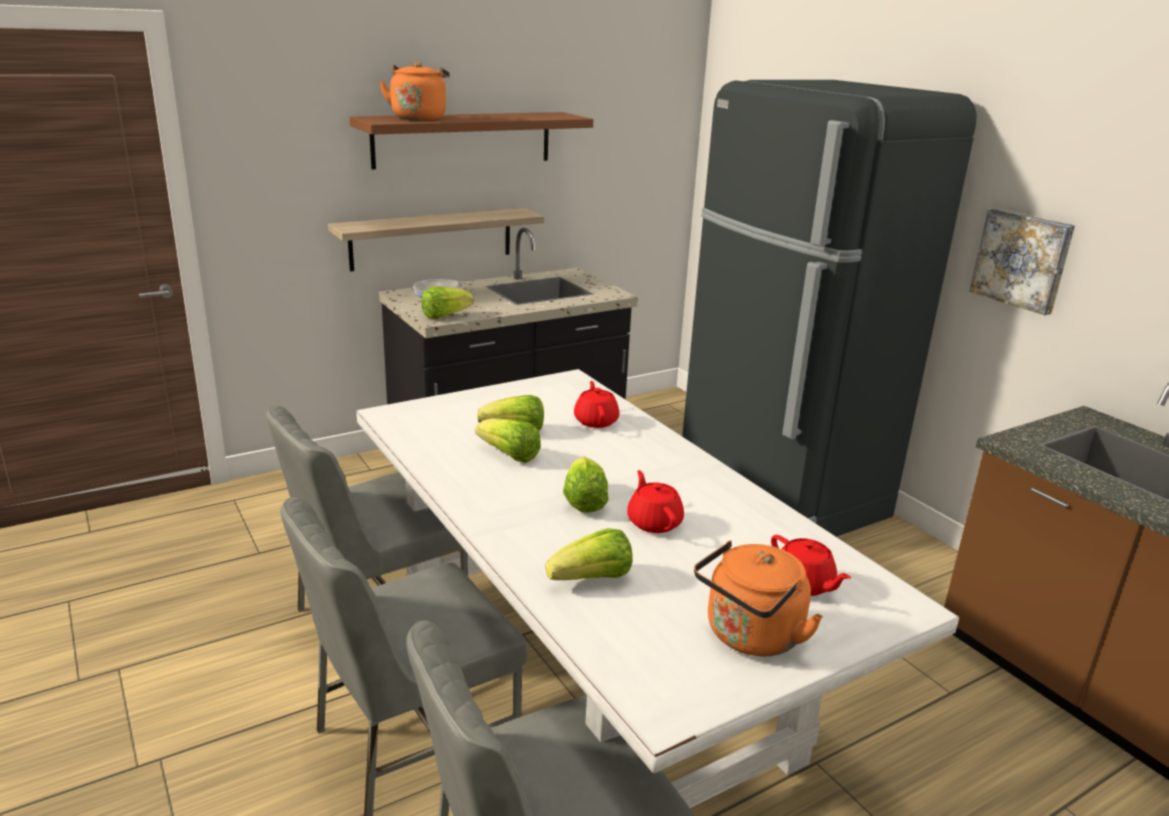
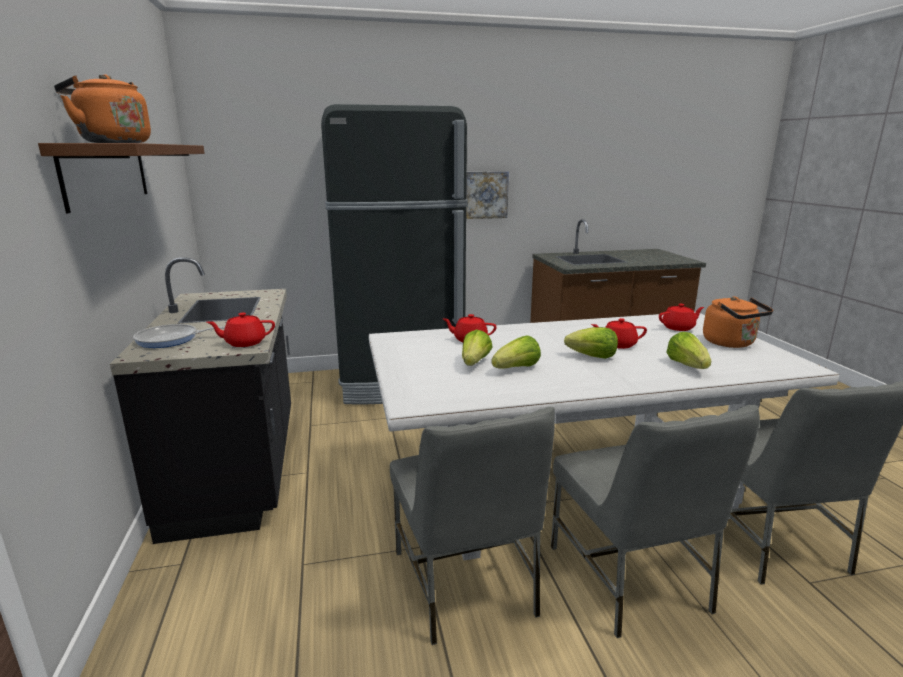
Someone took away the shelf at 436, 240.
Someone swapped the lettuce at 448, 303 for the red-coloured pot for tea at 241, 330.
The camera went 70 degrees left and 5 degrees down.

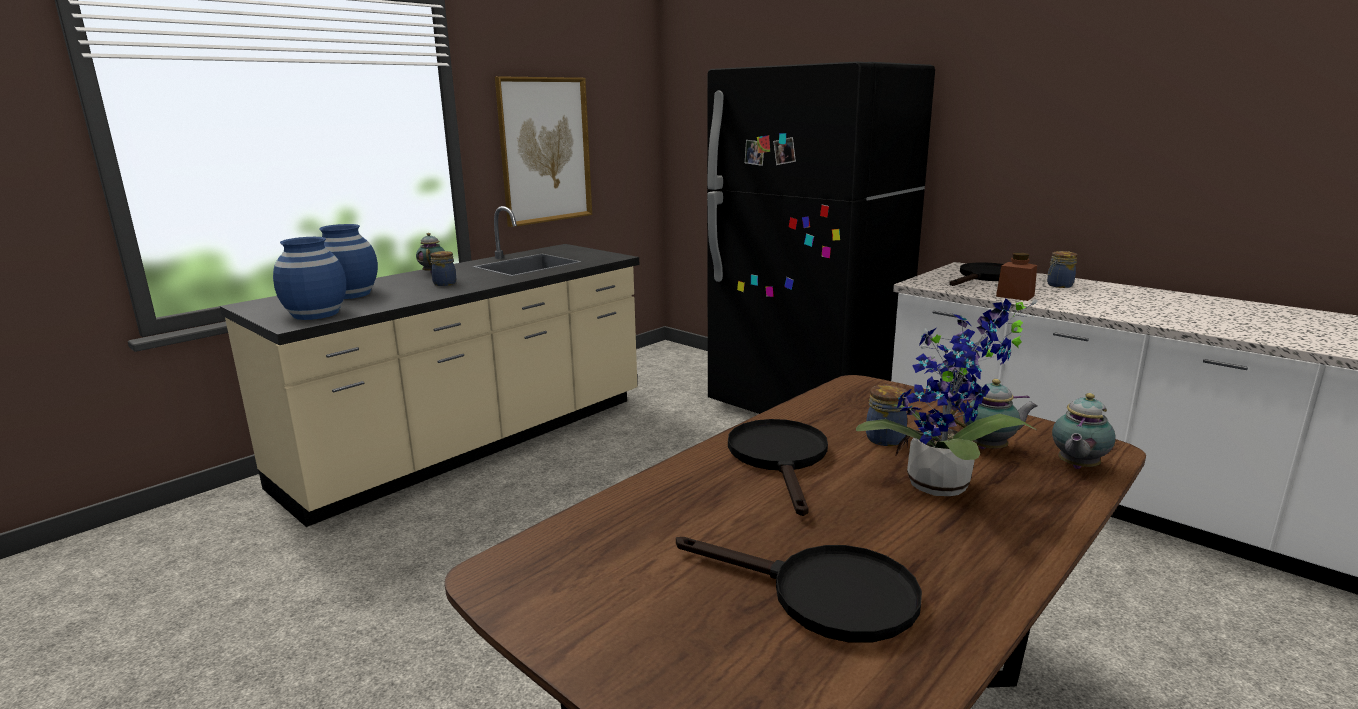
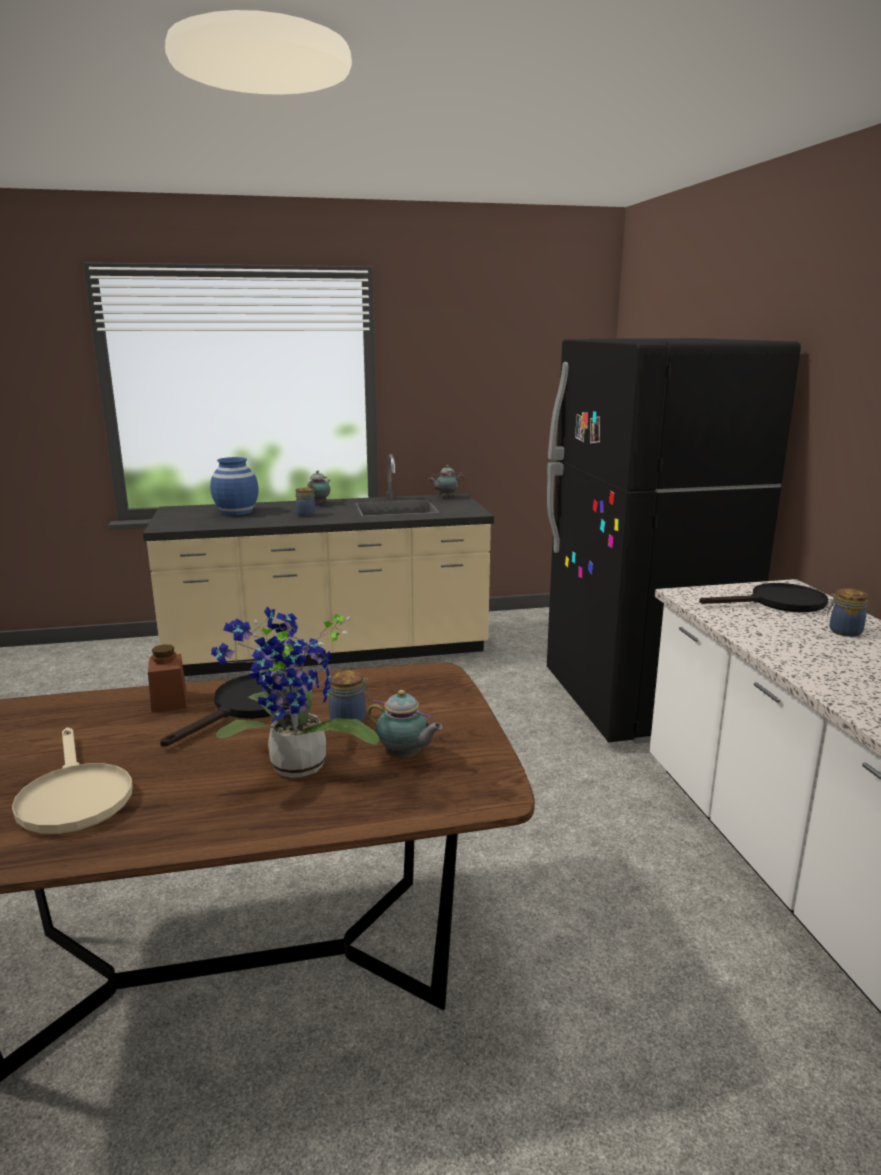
Someone took away the blue-coloured vase at 309, 278.
Someone took away the picture at 543, 151.
Someone carried the brownish preserve jar from 1016, 277 to 167, 678.
Someone carried the pot for tea from 1084, 431 to 447, 481.
Someone repainted the blackish pan at 799, 590, which became the sand-coloured pan at 72, 781.
The camera went 35 degrees right and 0 degrees up.

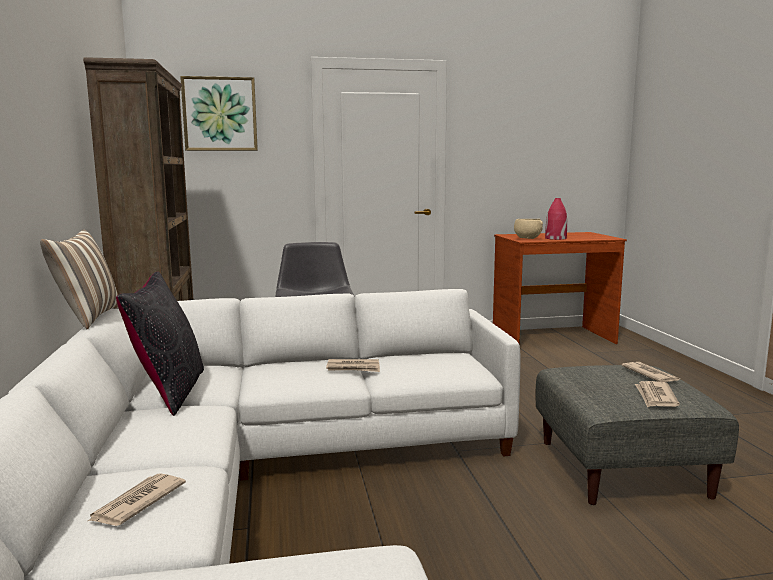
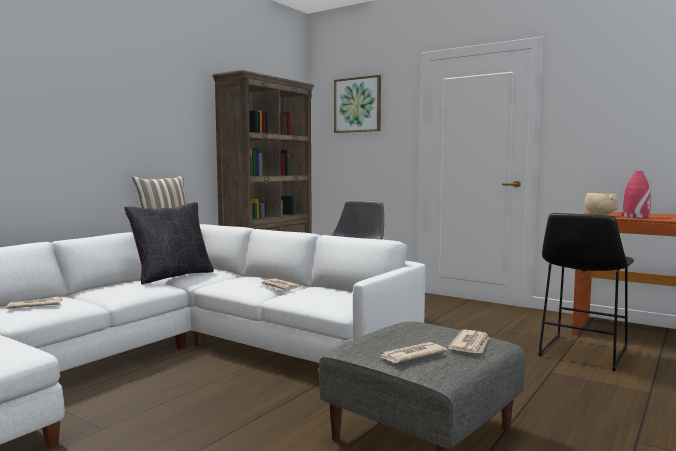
Someone put down the blackish stool seat at 586, 292.
The camera went 45 degrees right and 5 degrees down.

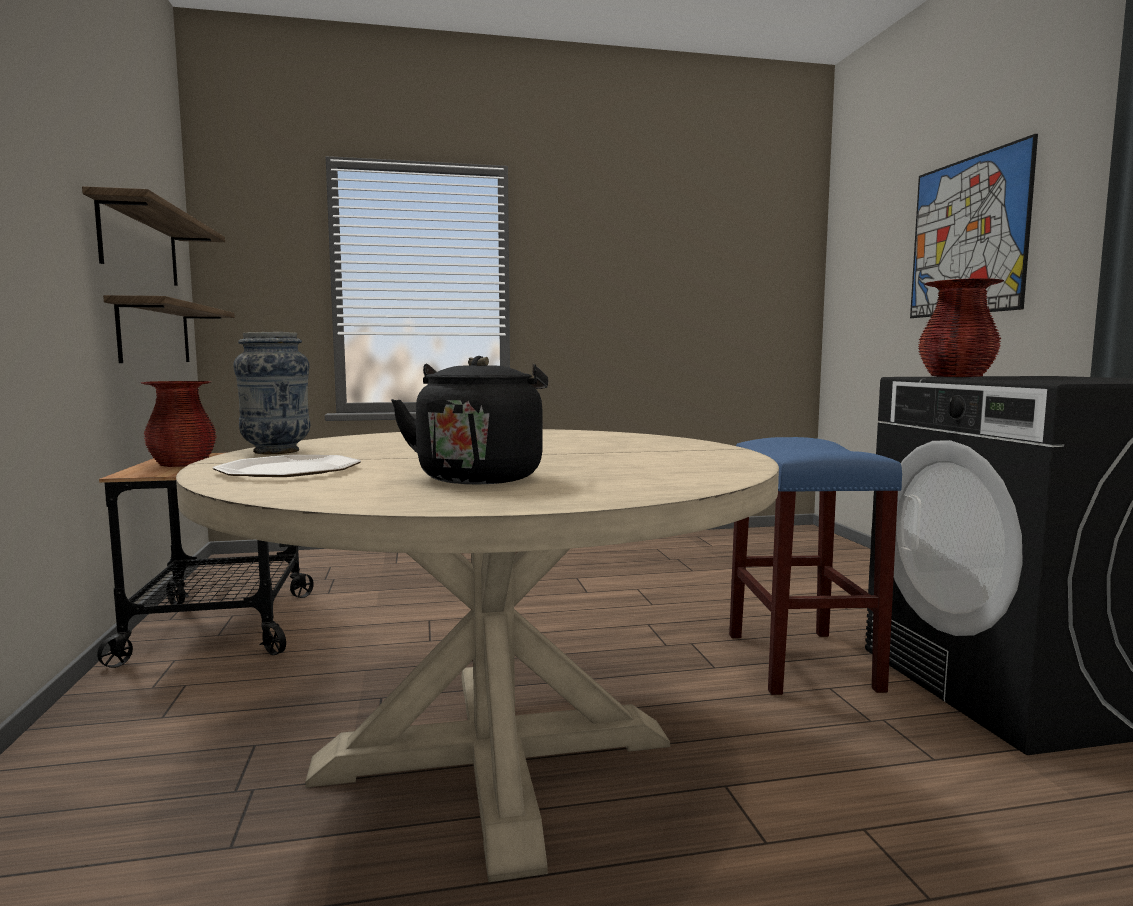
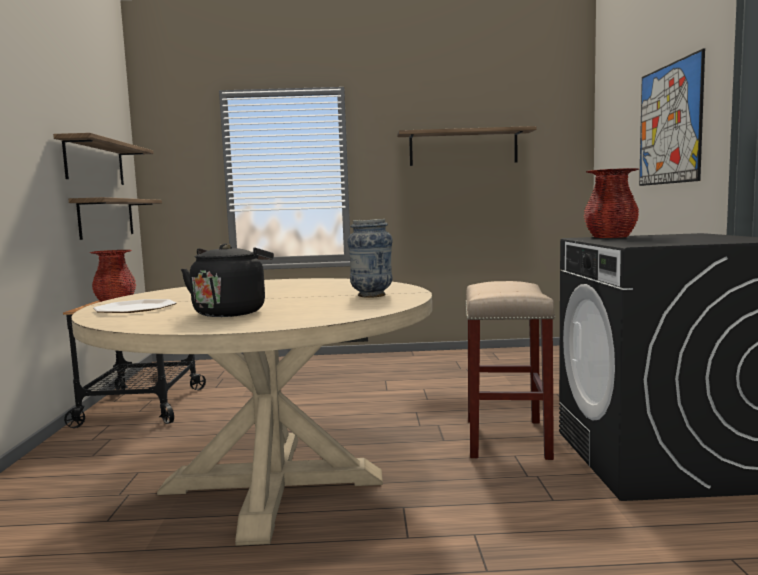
Someone put up the shelf at 467, 146.
Someone carried the vase from 271, 393 to 370, 258.
Someone repainted the blue-coloured stool seat at 815, 566, which became the sand-coloured stool seat at 510, 370.
The camera went 10 degrees right and 0 degrees up.

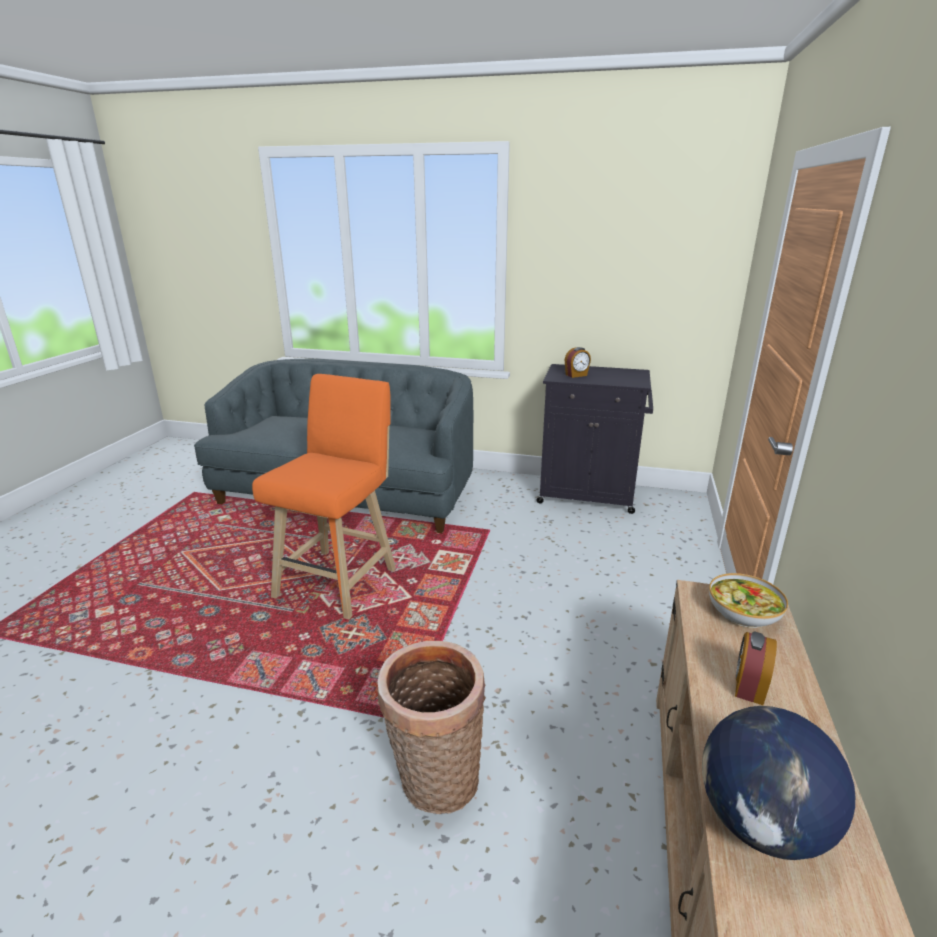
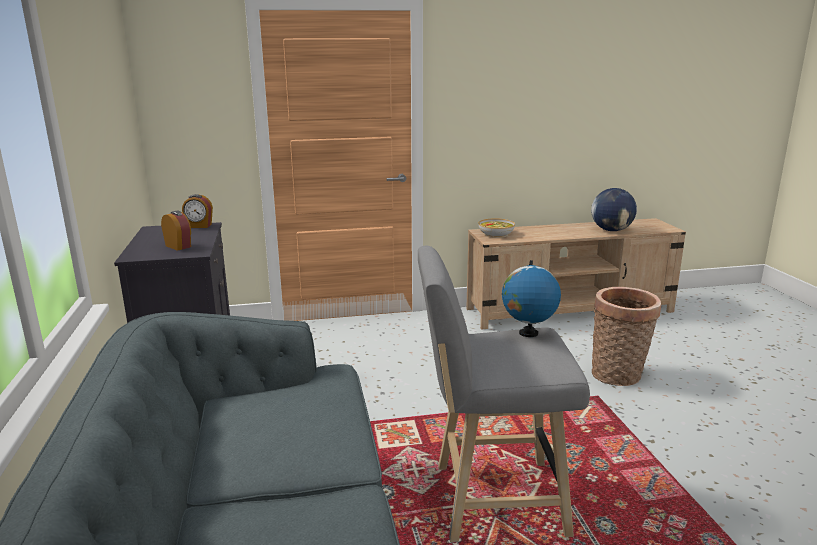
Someone put down the desk globe at 531, 298.
Someone carried the table clock from 756, 668 to 197, 211.
Someone repainted the orange stool seat at 324, 496, which became the greyish stool seat at 504, 393.
The camera went 115 degrees left and 5 degrees down.

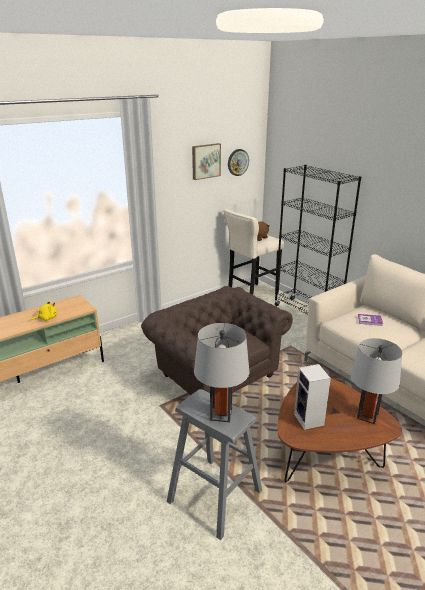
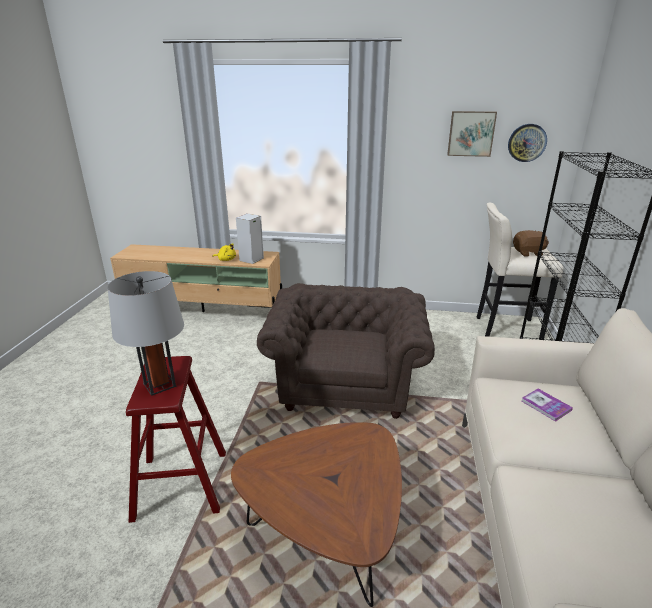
Someone took away the greyish lamp for a table at 376, 381.
Someone carried the audio speaker from 312, 397 to 250, 238.
Someone repainted the greyish stool seat at 214, 464, which became the red-coloured stool seat at 176, 439.
The camera went 45 degrees right and 0 degrees up.

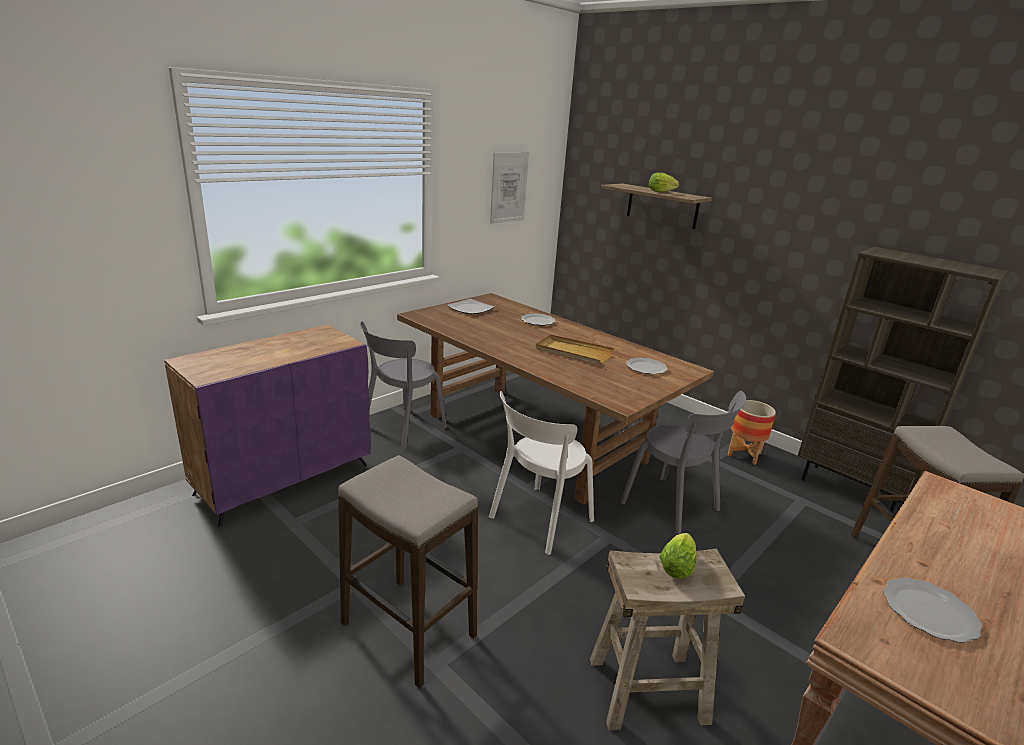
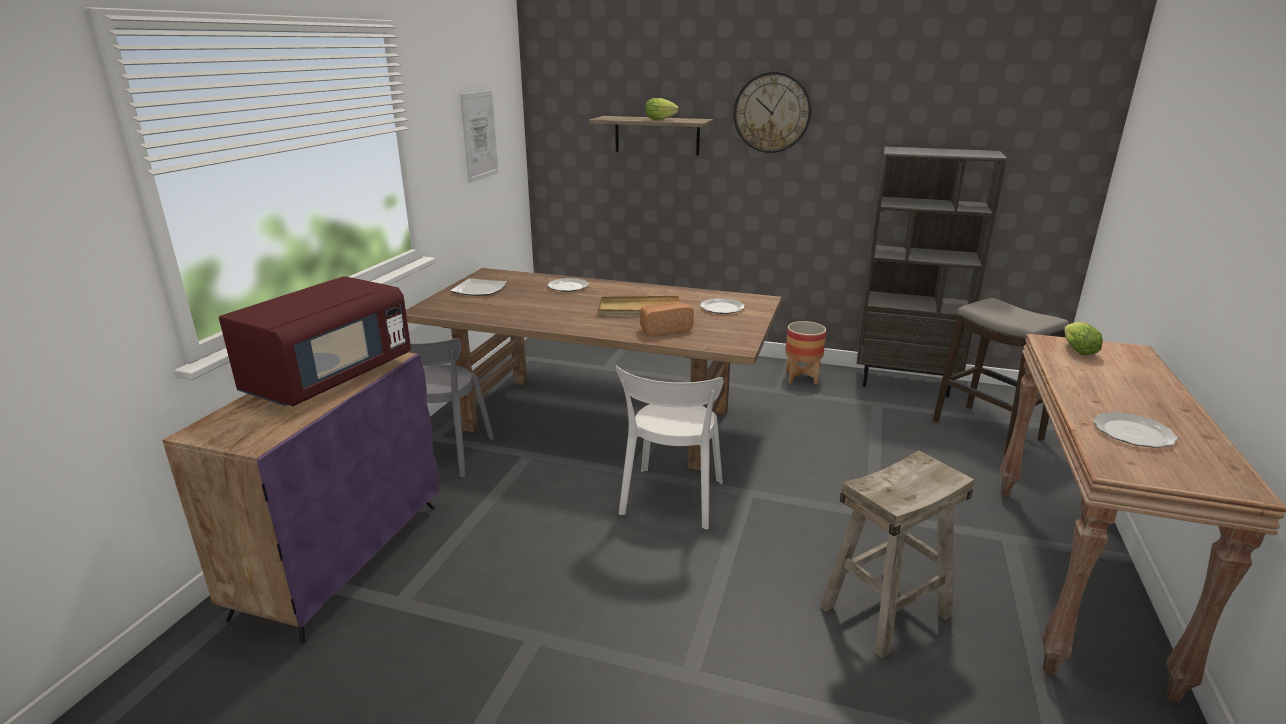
Someone took away the stool seat at 408, 571.
Someone took away the greyish chair at 683, 463.
Someone put down the red-coloured microwave at 315, 341.
Someone put down the bakery bread at 667, 319.
Someone put up the clock on the wall at 772, 112.
Someone carried the lettuce from 678, 556 to 1083, 338.
The camera went 25 degrees left and 0 degrees up.

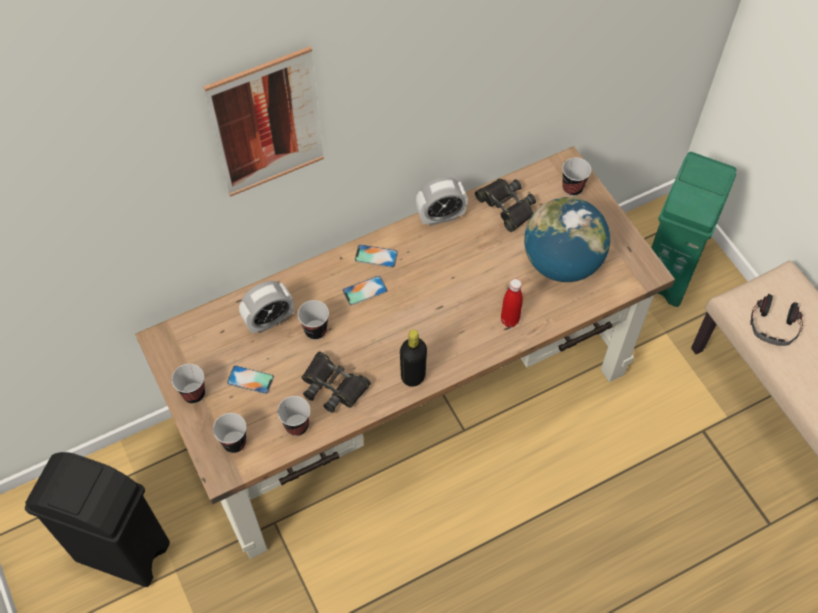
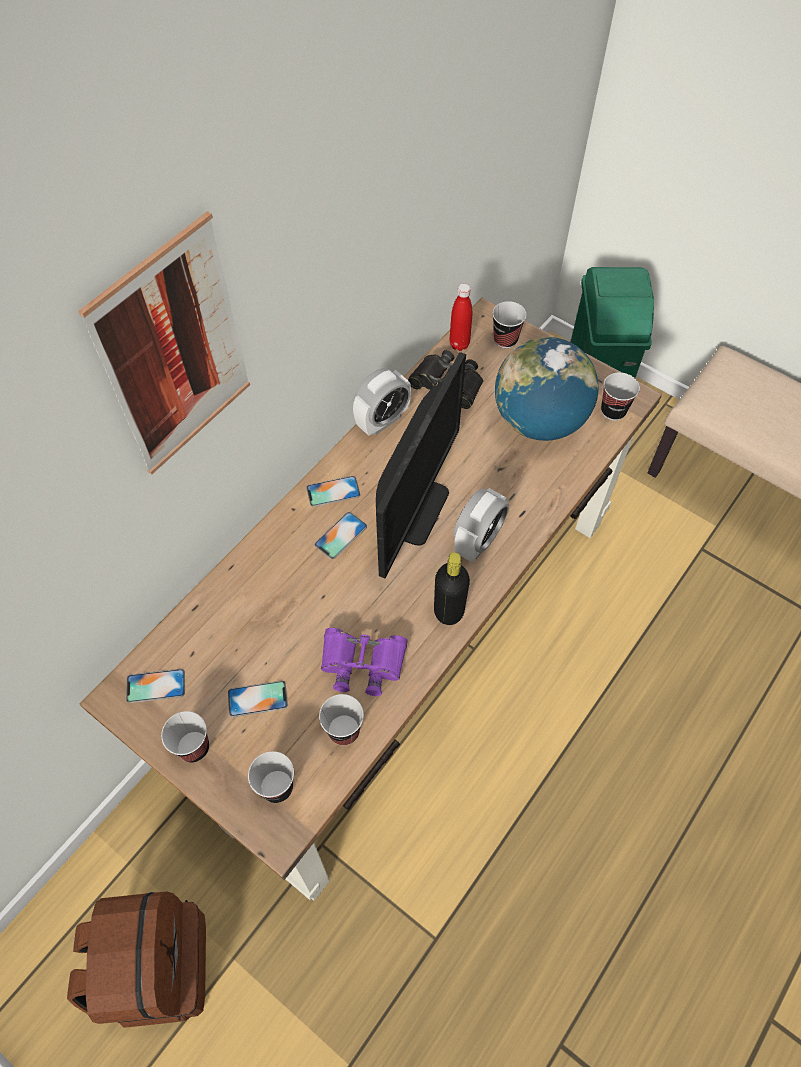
Someone took away the headphones at 776, 320.
Someone put down the phone at 155, 686.
Someone put down the computer screen at 421, 465.
Someone carried the table clock from 266, 307 to 481, 525.
Someone carried the drinking cup from 313, 320 to 620, 396.
Someone carried the red-coloured drink bottle from 512, 303 to 460, 317.
Someone swapped the blackish trash can at 97, 519 for the brownish knapsack at 136, 960.
Someone repainted the blackish field glasses at 336, 382, which became the purplish field glasses at 364, 662.
The camera went 25 degrees left and 0 degrees up.

